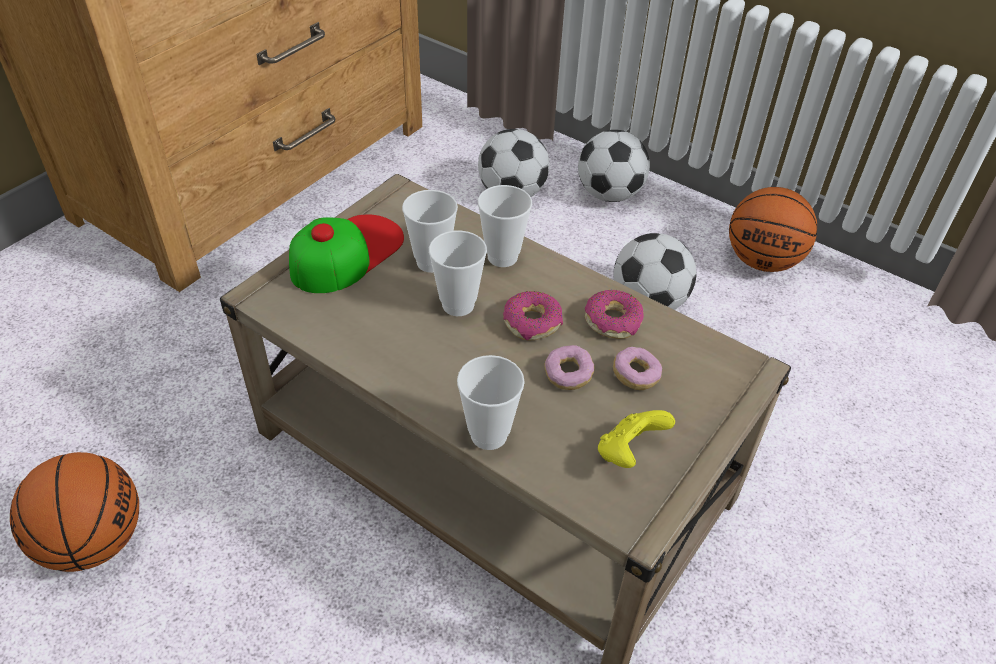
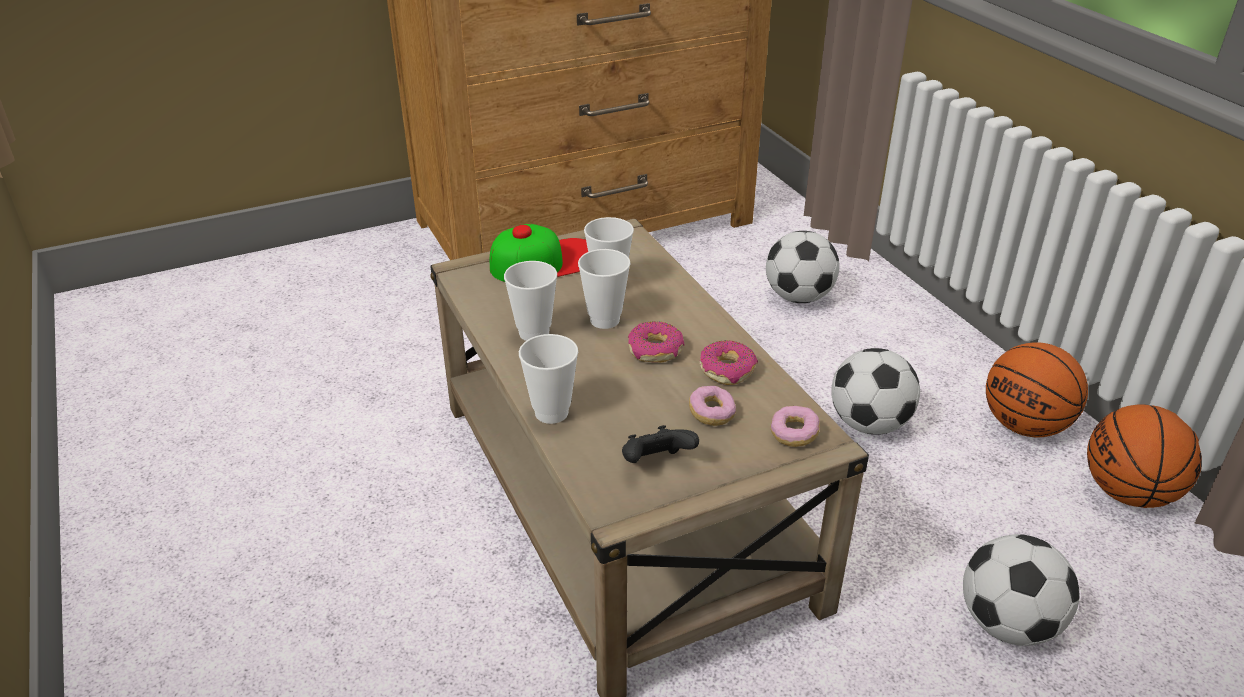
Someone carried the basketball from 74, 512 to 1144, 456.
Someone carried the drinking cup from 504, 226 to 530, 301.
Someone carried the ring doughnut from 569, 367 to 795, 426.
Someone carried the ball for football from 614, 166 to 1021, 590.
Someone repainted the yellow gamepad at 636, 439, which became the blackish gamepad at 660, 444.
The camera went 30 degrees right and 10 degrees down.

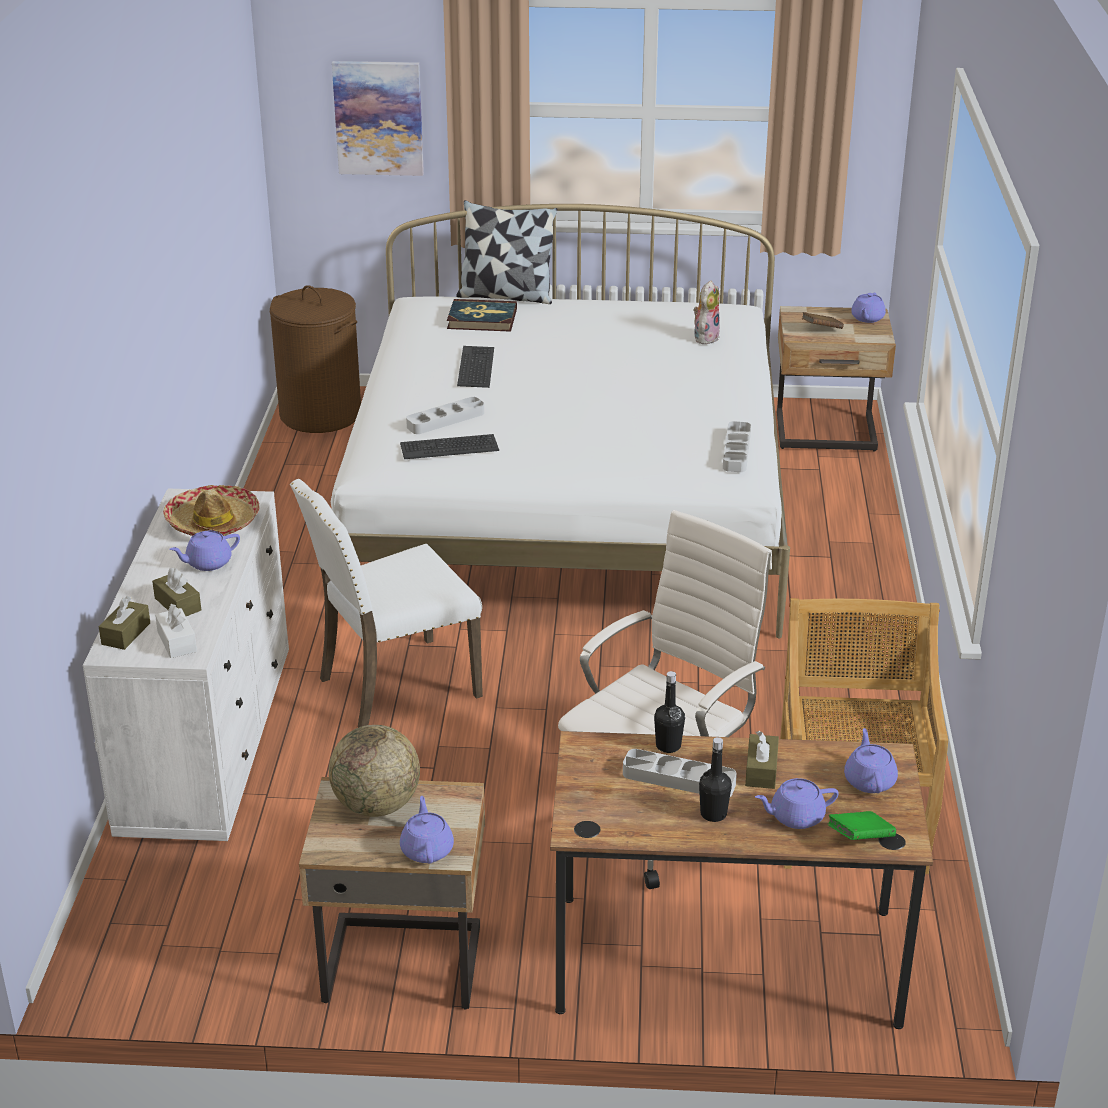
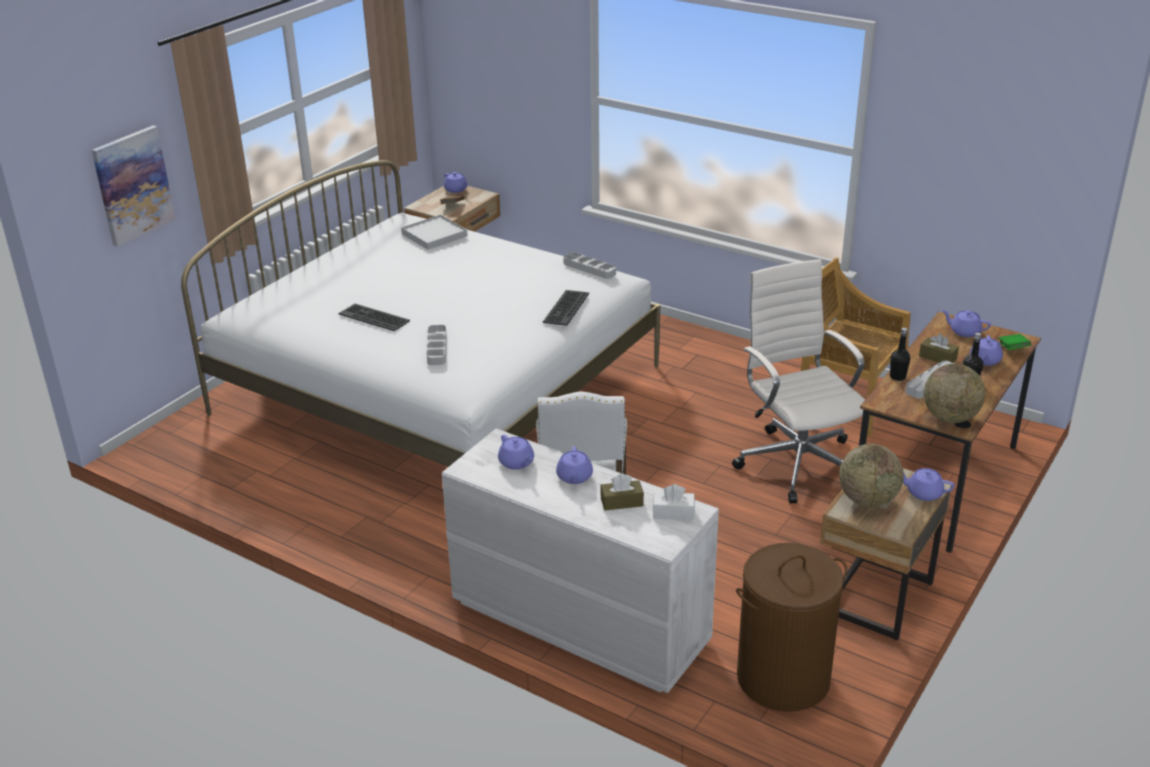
Someone took away the brownish tissue box at 124, 623.
Someone took away the volume at 482, 315.
Someone took away the cushion at 507, 252.
Someone put down the desk globe at 954, 393.
Someone carried the brownish hamper from 315, 359 to 791, 627.
Someone carried the computer keyboard from 449, 446 to 566, 308.
Someone swapped the clothing hat at 211, 510 for the purplish pot for tea at 516, 452.
Someone swapped the plush toy at 706, 312 for the white carrying tray at 434, 232.
The camera went 60 degrees left and 0 degrees up.

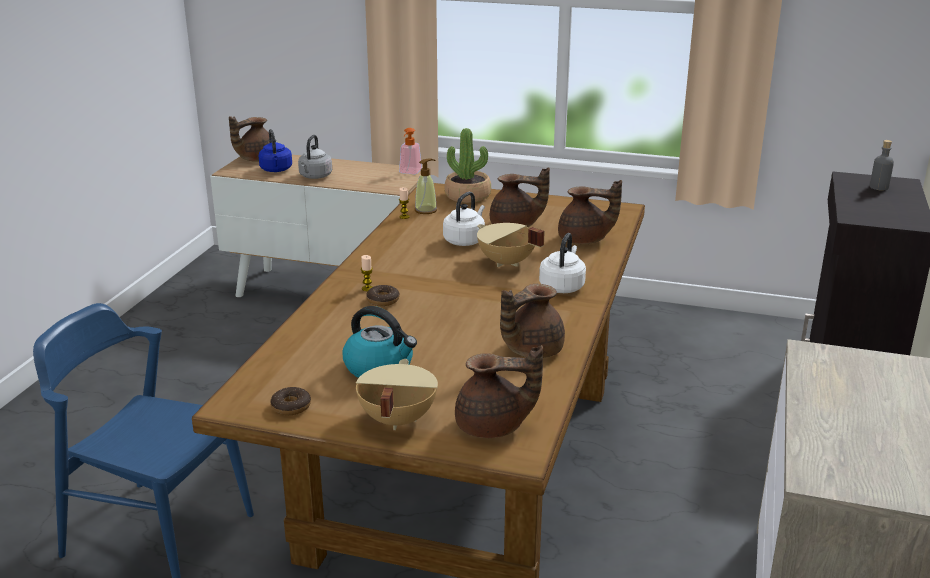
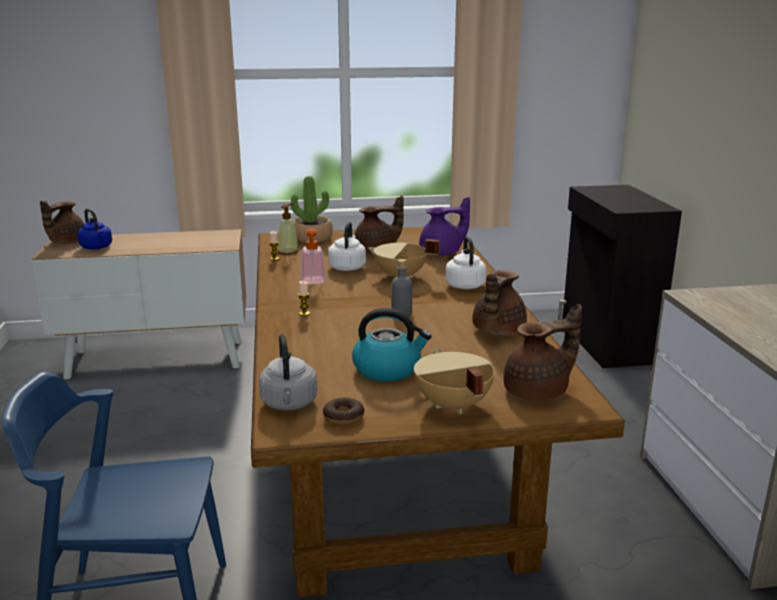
Someone took away the ring doughnut at 383, 295.
Someone carried the greyish water kettle from 315, 157 to 288, 372.
Someone carried the soap bottle from 410, 151 to 313, 256.
Someone carried the greyish drink bottle from 882, 165 to 401, 287.
Someone repainted the brownish pot for tea at 590, 212, which became the purplish pot for tea at 444, 226.
The camera went 25 degrees left and 5 degrees down.

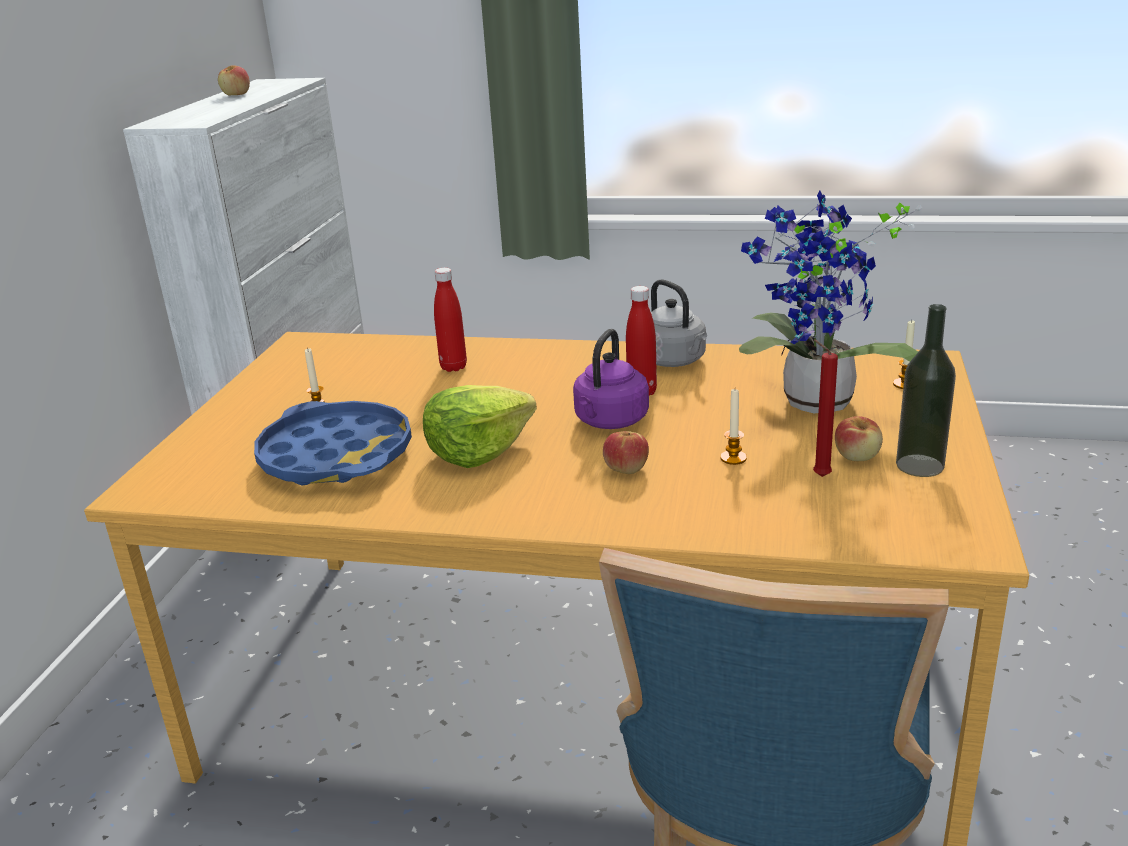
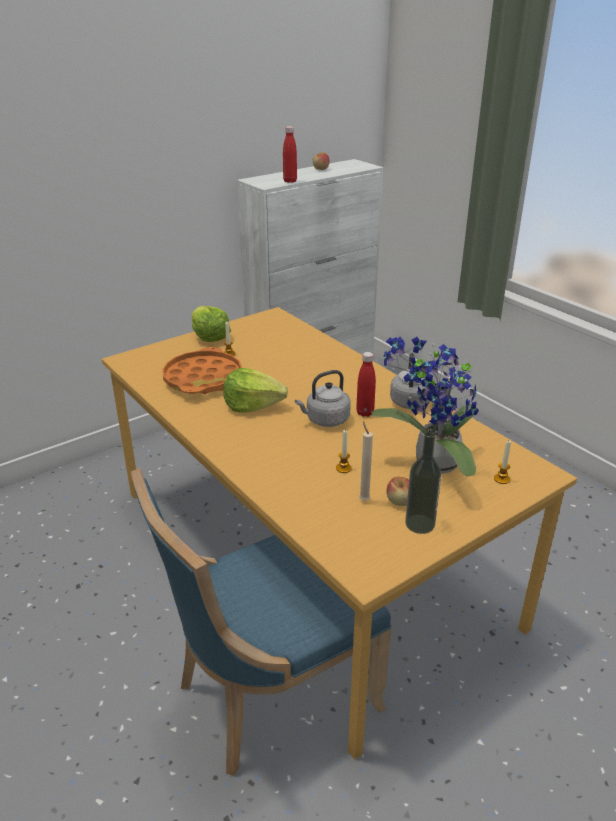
Someone took away the apple fruit at 626, 452.
Someone put down the lettuce at 211, 324.
Someone carried the red-coloured drink bottle from 450, 320 to 290, 154.
Someone repainted the blue-coloured carrying tray at 333, 443, which became the orange carrying tray at 202, 370.
Someone repainted the purplish water kettle at 611, 379, which became the greyish water kettle at 323, 398.
Someone repainted the red-coloured wax candle at 825, 408, which became the sand-coloured wax candle at 366, 461.
The camera went 40 degrees right and 5 degrees up.

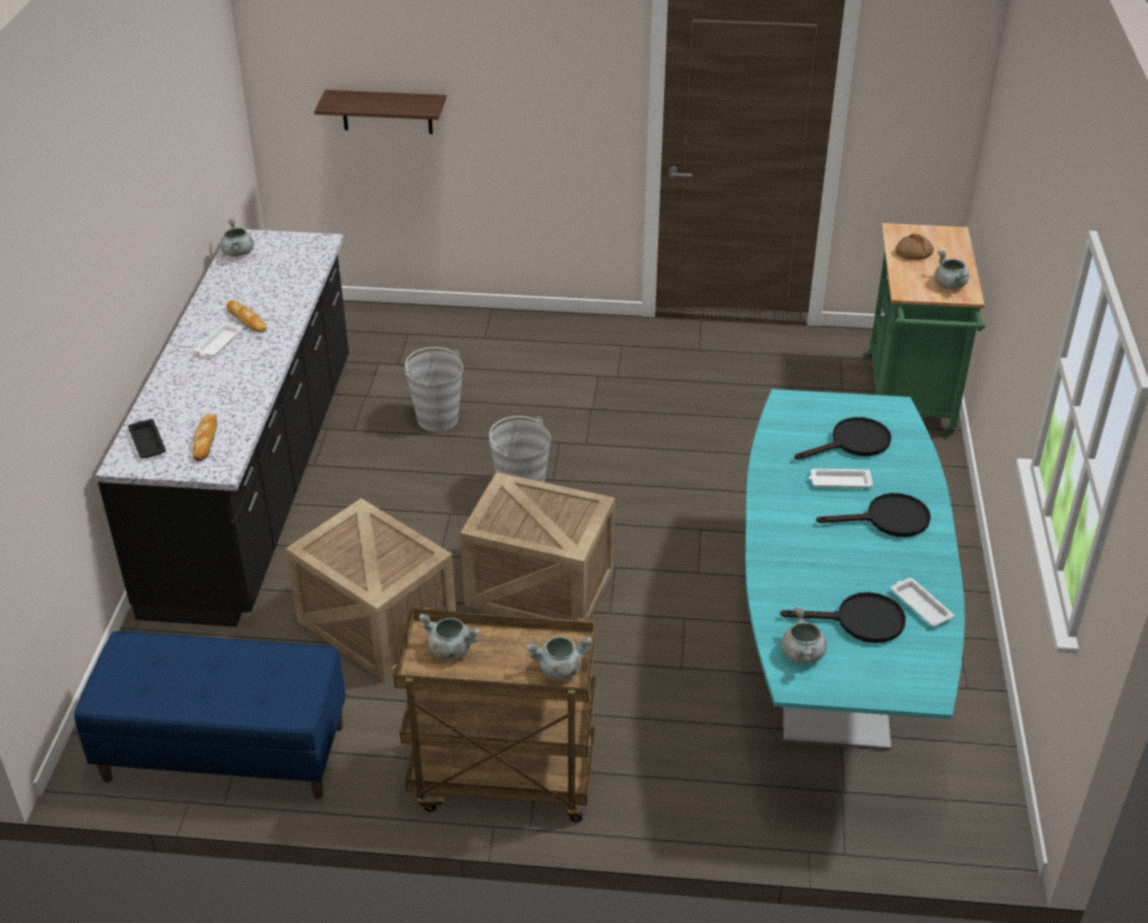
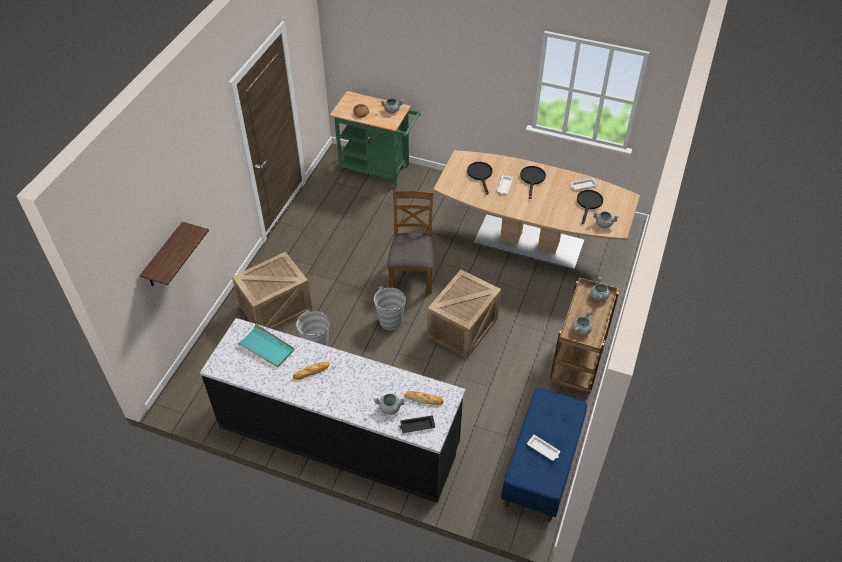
Someone put down the turquoise carrying tray at 266, 346.
Someone put down the brownish chair at 410, 242.
Someone carried the white carrying tray from 218, 339 to 543, 448.
Someone carried the greyish stockpot from 237, 237 to 390, 404.
Someone carried the packing crate from 371, 590 to 272, 290.
Someone repainted the turquoise dining table at 855, 569, which became the brownish dining table at 536, 210.
The camera went 75 degrees left and 10 degrees up.

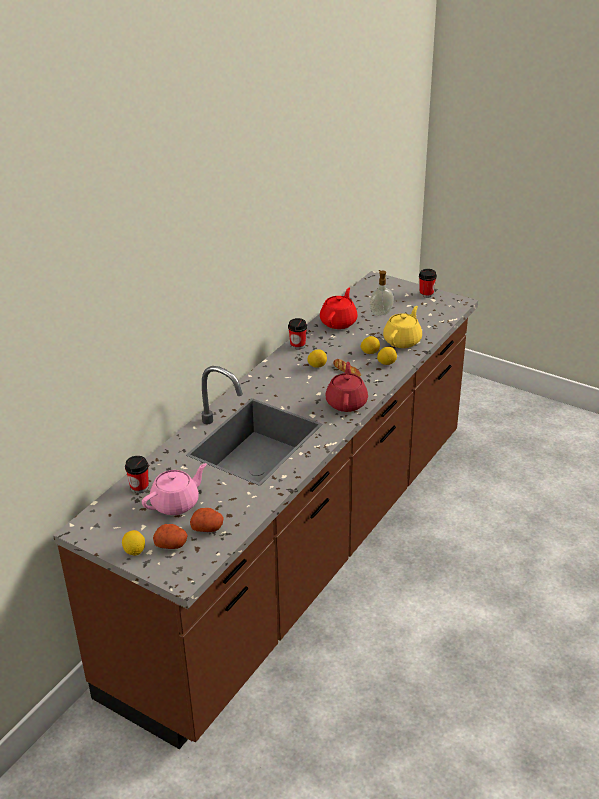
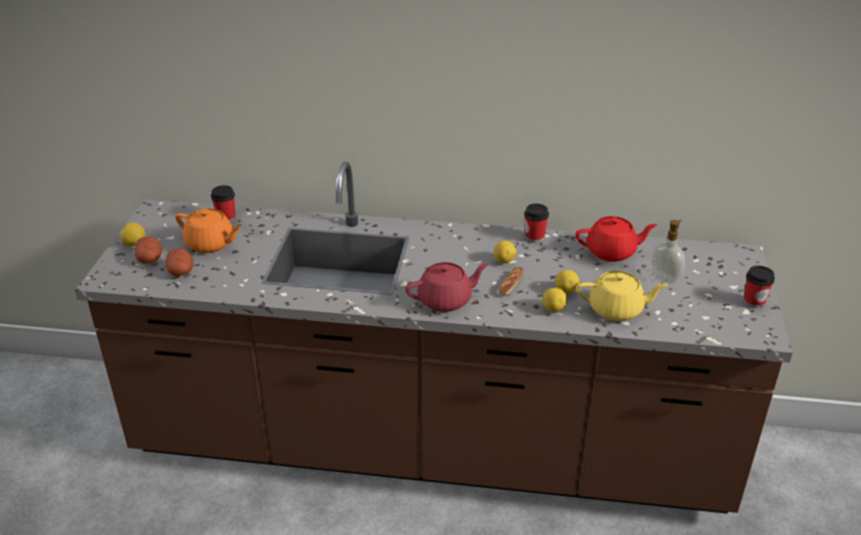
Someone repainted the pink-coloured pot for tea at 174, 489, which became the orange pot for tea at 209, 230.
The camera went 65 degrees right and 0 degrees up.

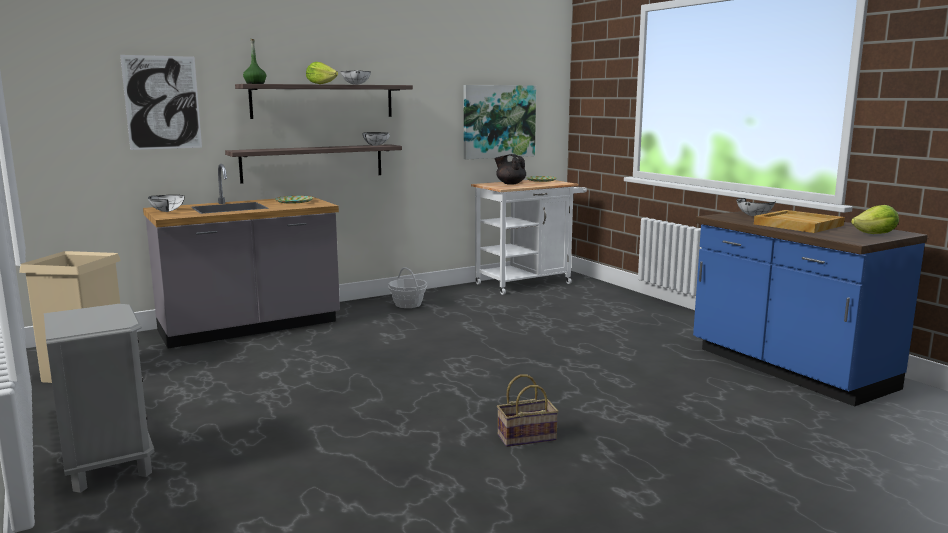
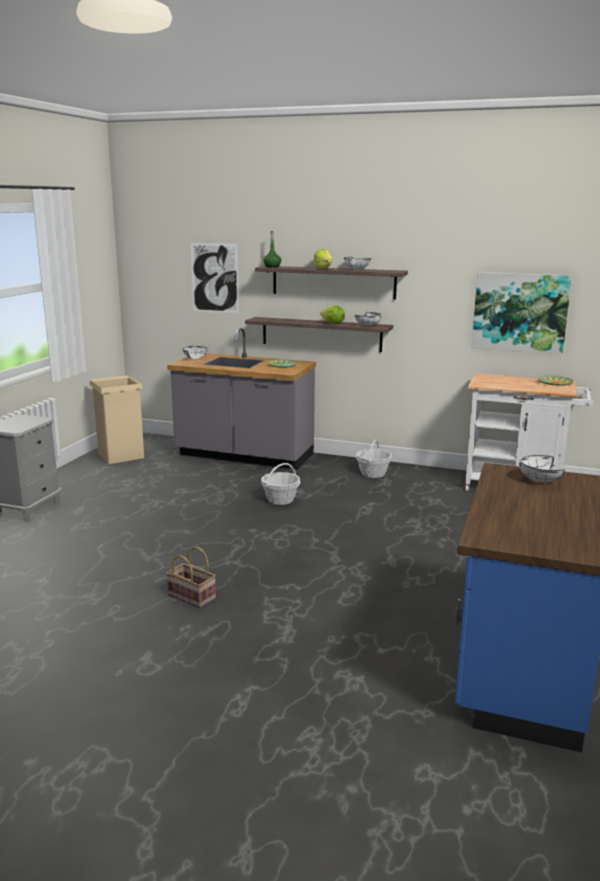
Someone took away the blackish pot for tea at 510, 169.
Someone took away the sand-coloured carrying tray at 799, 221.
Someone put down the household basket at 280, 484.
Someone carried the lettuce from 875, 219 to 332, 314.
The camera went 50 degrees right and 5 degrees up.

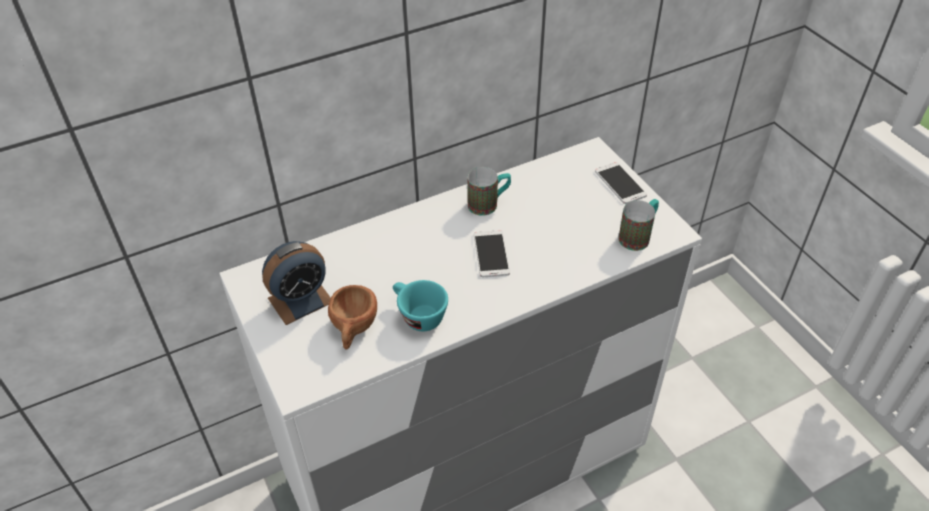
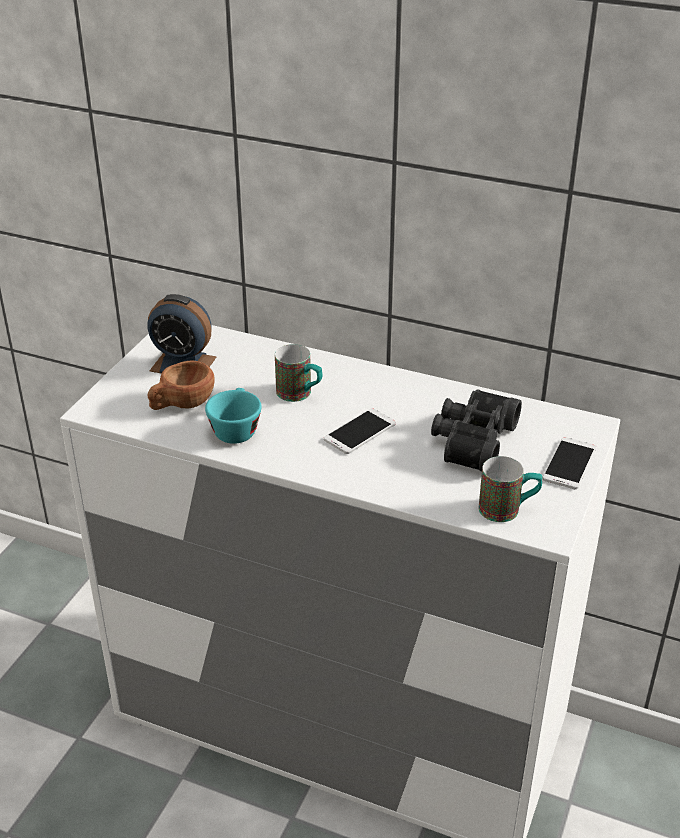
Someone put down the blackish field glasses at 476, 430.
Someone carried the coffee mug from 489, 191 to 298, 373.
The camera went 50 degrees right and 10 degrees down.

